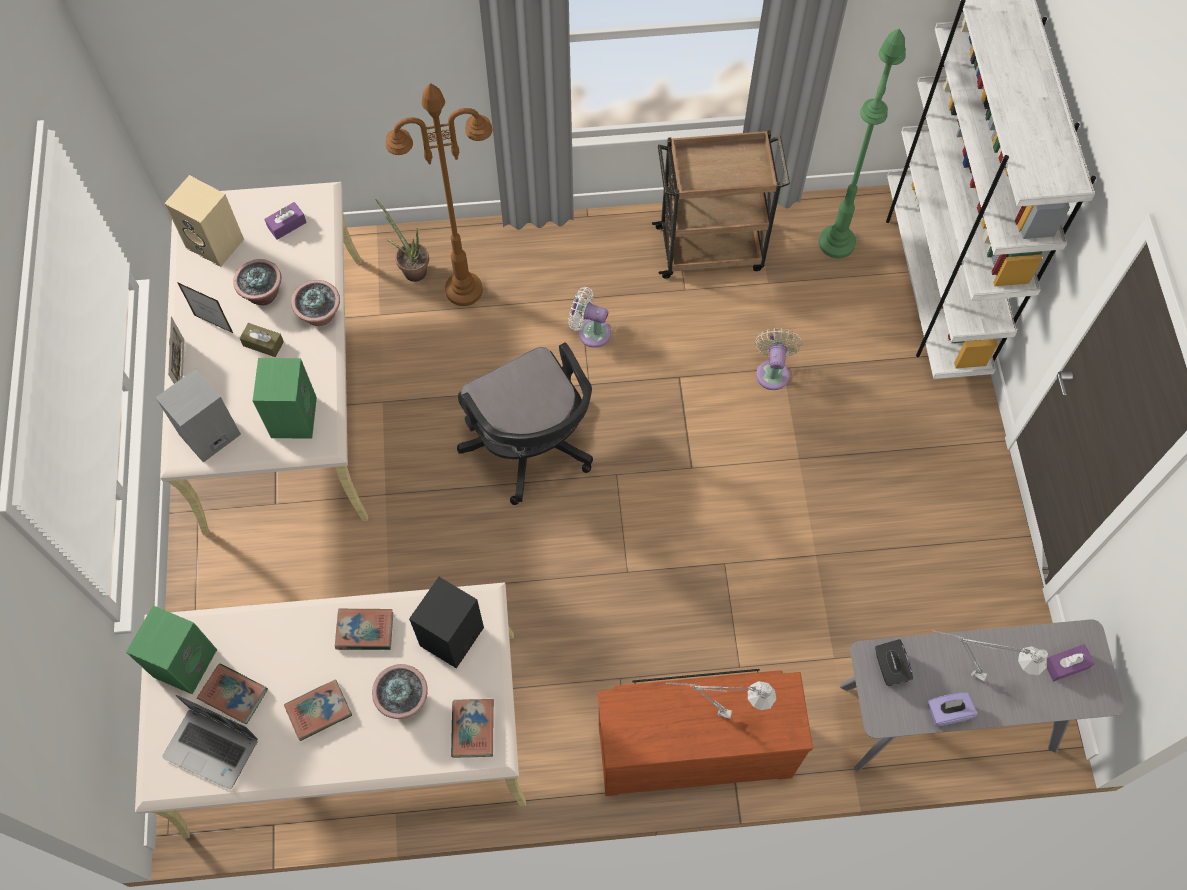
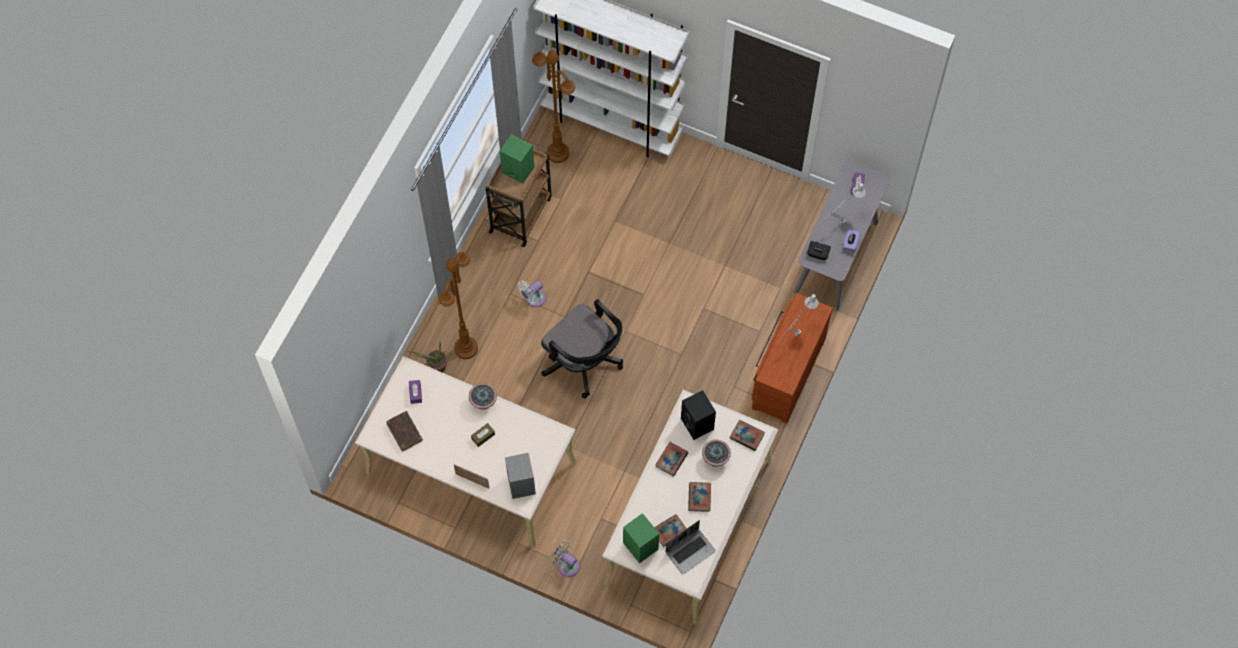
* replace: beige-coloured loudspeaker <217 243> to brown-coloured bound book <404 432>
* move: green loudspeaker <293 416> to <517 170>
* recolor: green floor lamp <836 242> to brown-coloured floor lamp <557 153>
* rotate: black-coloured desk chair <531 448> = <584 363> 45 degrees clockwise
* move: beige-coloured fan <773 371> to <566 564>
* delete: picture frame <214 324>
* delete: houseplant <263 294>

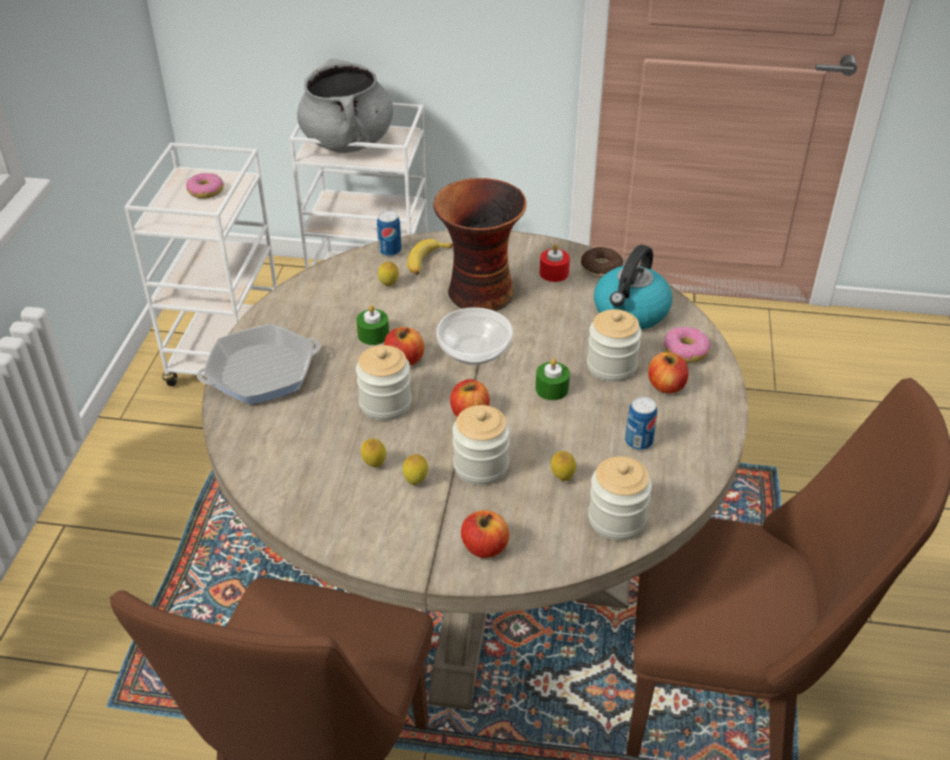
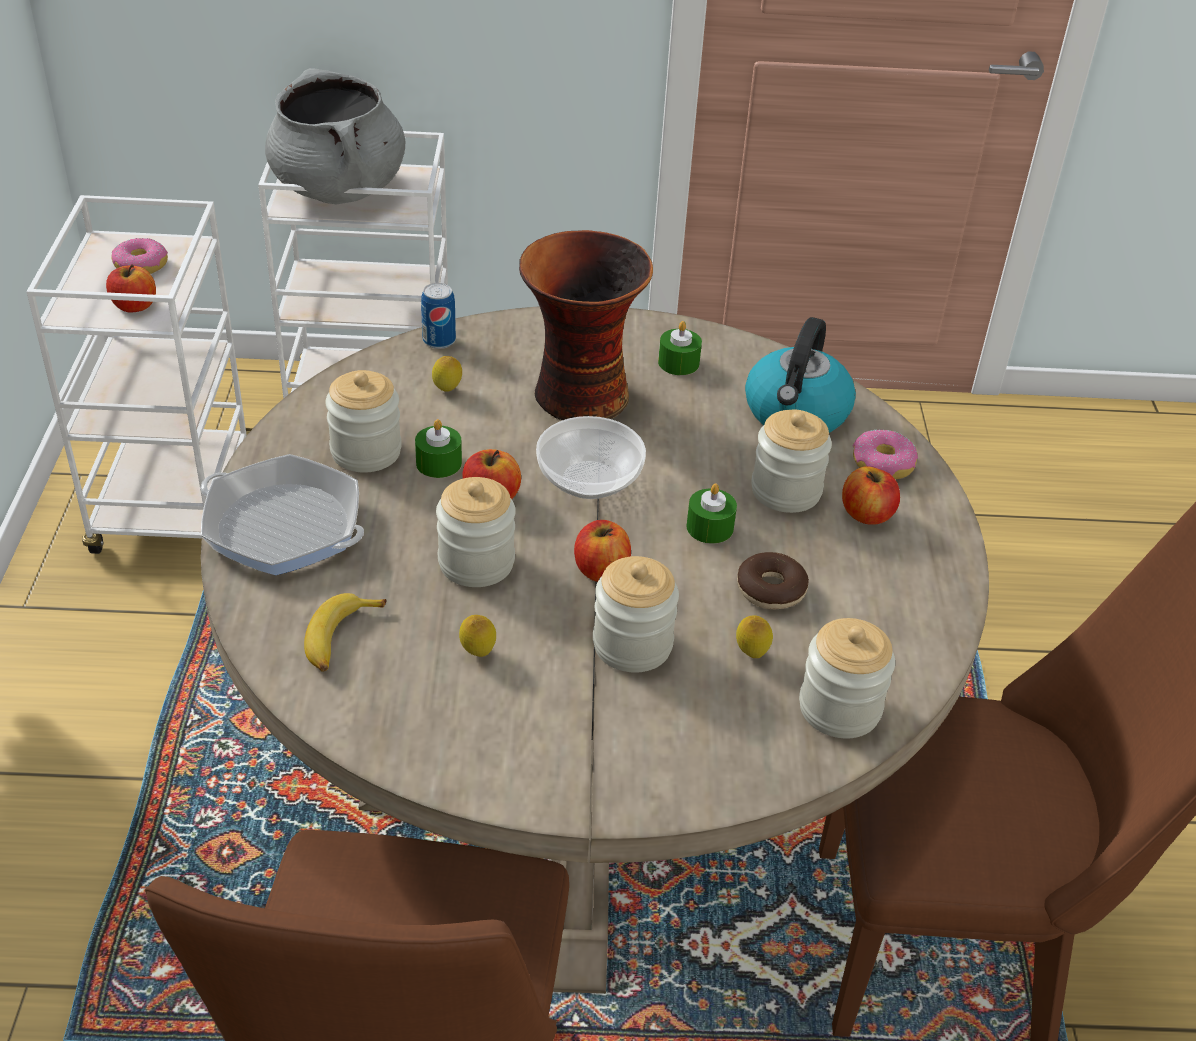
* move: apple <484 547> to <134 306>
* rotate: frying pan <261 372> = <283 526> 120 degrees counterclockwise
* move: banana <426 262> to <340 639>
* insert: preserve jar <366 451>
* recolor: red wax candle <554 273> to green wax candle <678 363>
* move: ring doughnut <601 268> to <770 589>
* delete: lemon <416 481>
* delete: metal can <638 442>

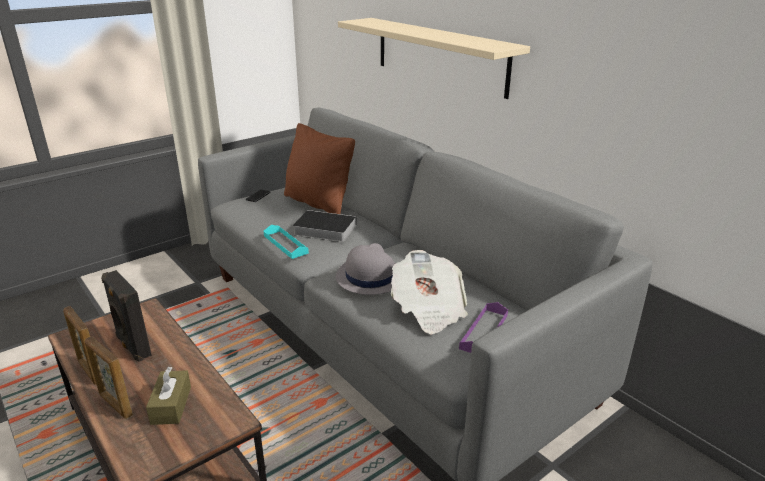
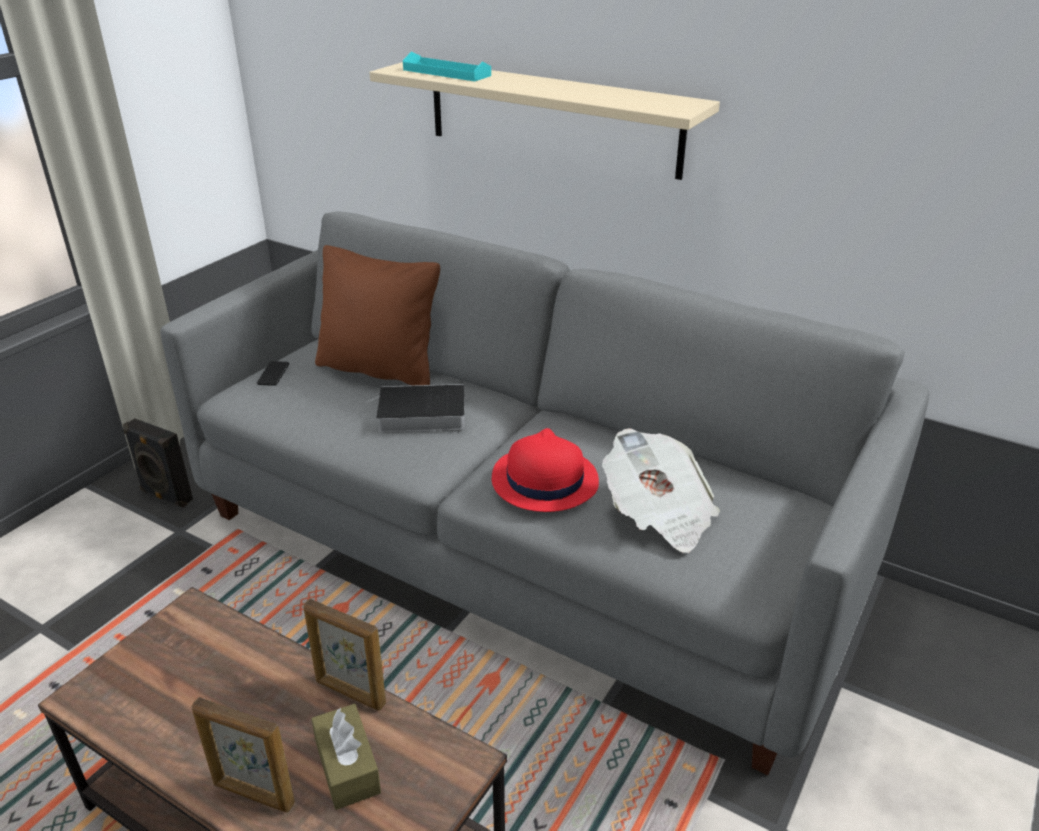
* move: black-coloured loudspeaker <132 347> to <165 496>
* move: picture frame <90 372> to <350 693>
* move: blue-green tray <285 244> to <446 73>
* recolor: gray wearable hat <370 277> to red wearable hat <544 480>
* delete: purple tray <484 331>

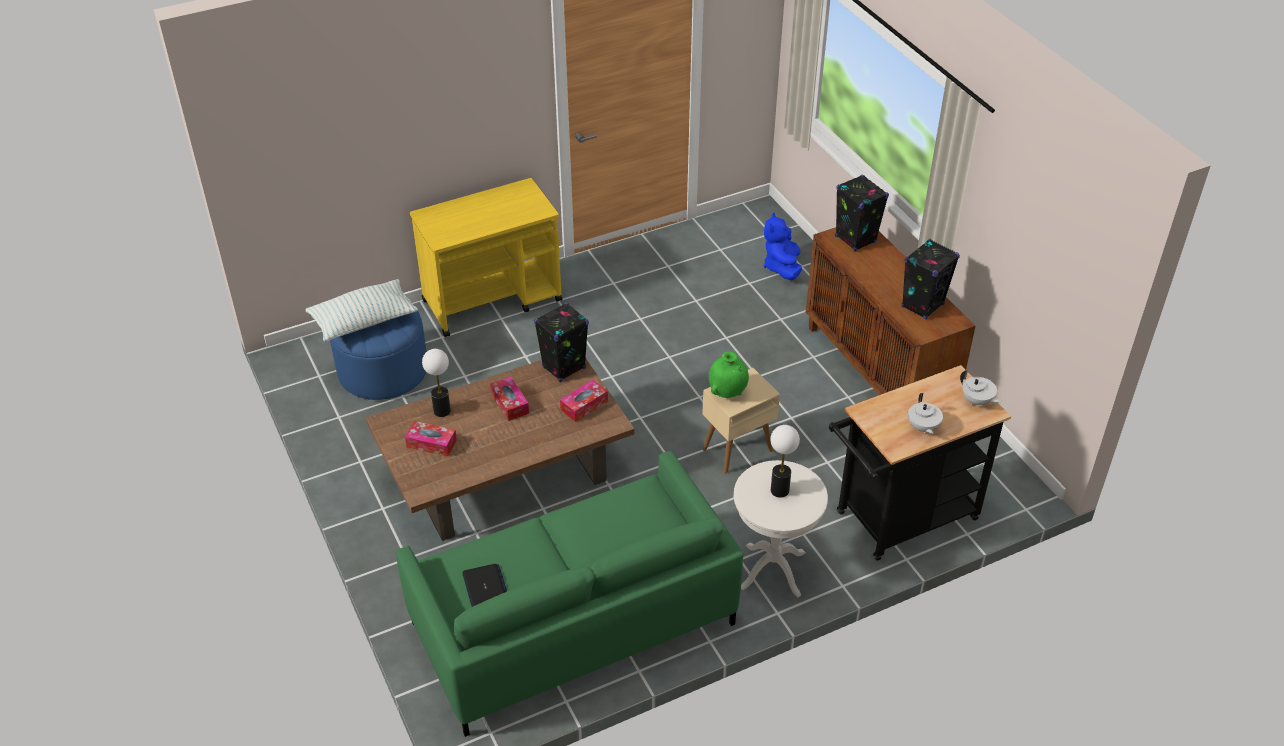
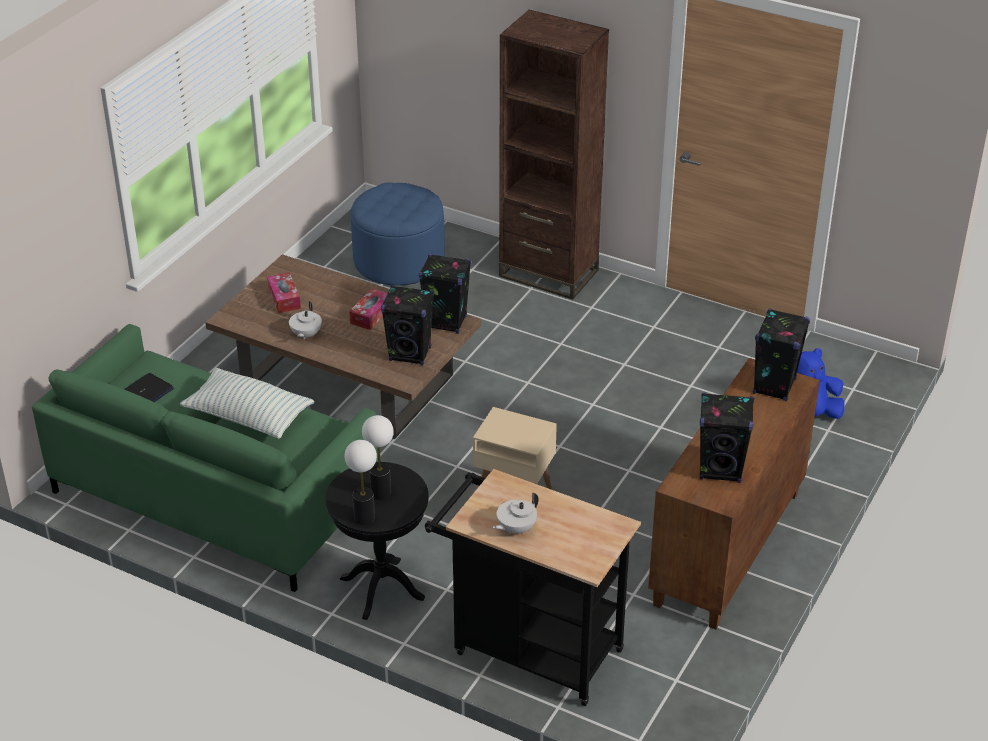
* move: throw pillow <363 321> to <248 416>
* move: whitish teapot <977 401> to <305 335>
* recolor: whitish side table <772 570> to black-coloured side table <381 588>
* move: table lamp <441 411> to <364 517>
* replace: tissue holder <584 405> to black-coloured loudspeaker <410 354>
* replace: yellowish cart <493 300> to brown-coloured shelving unit <548 273>
* delete: green vase <727 392>

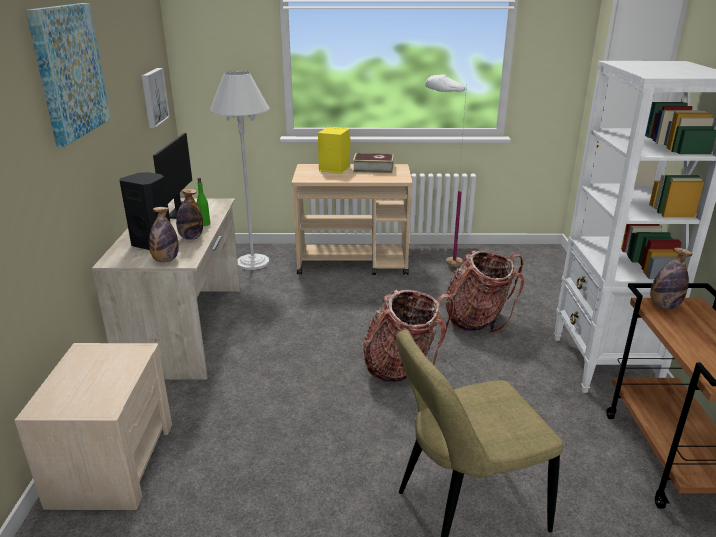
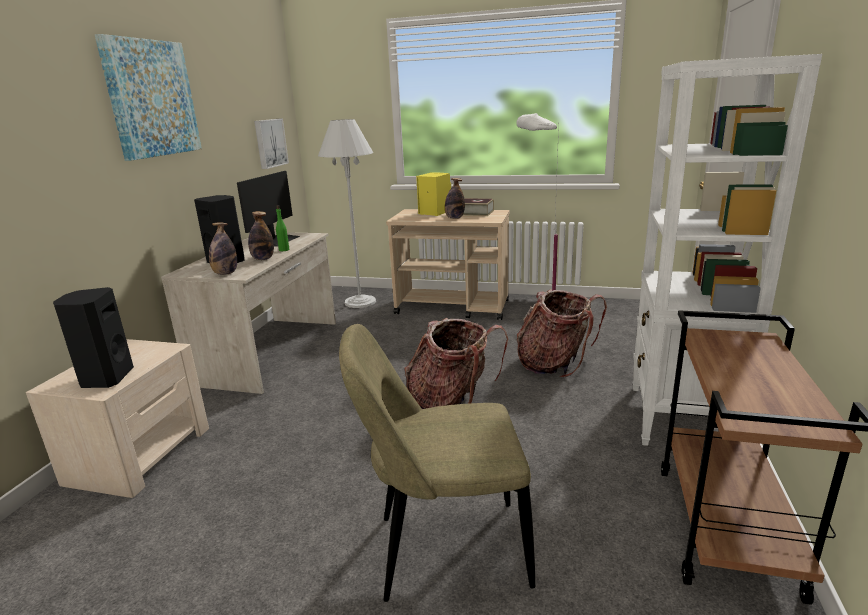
* insert: black-coloured loudspeaker <105 378>
* move: bottle <664 306> to <454 218>

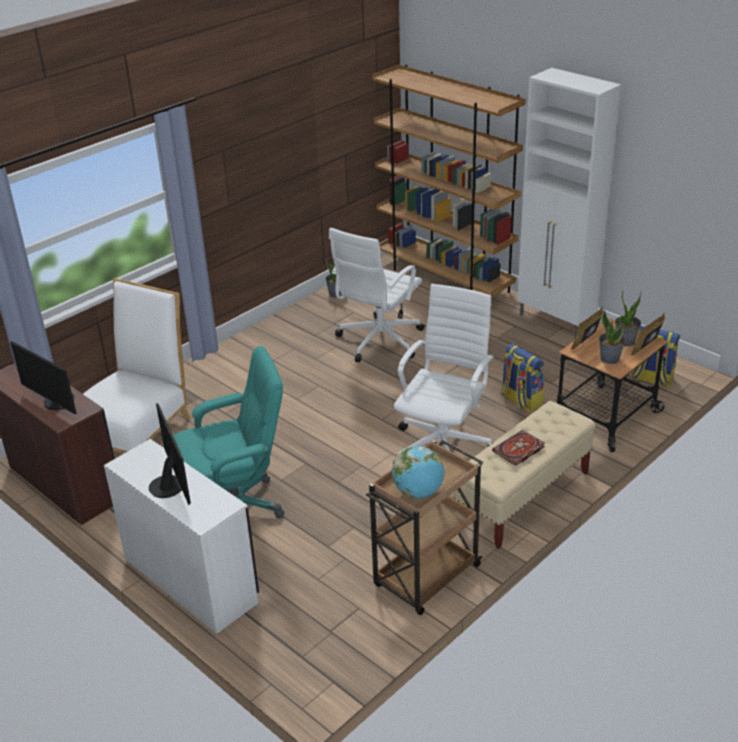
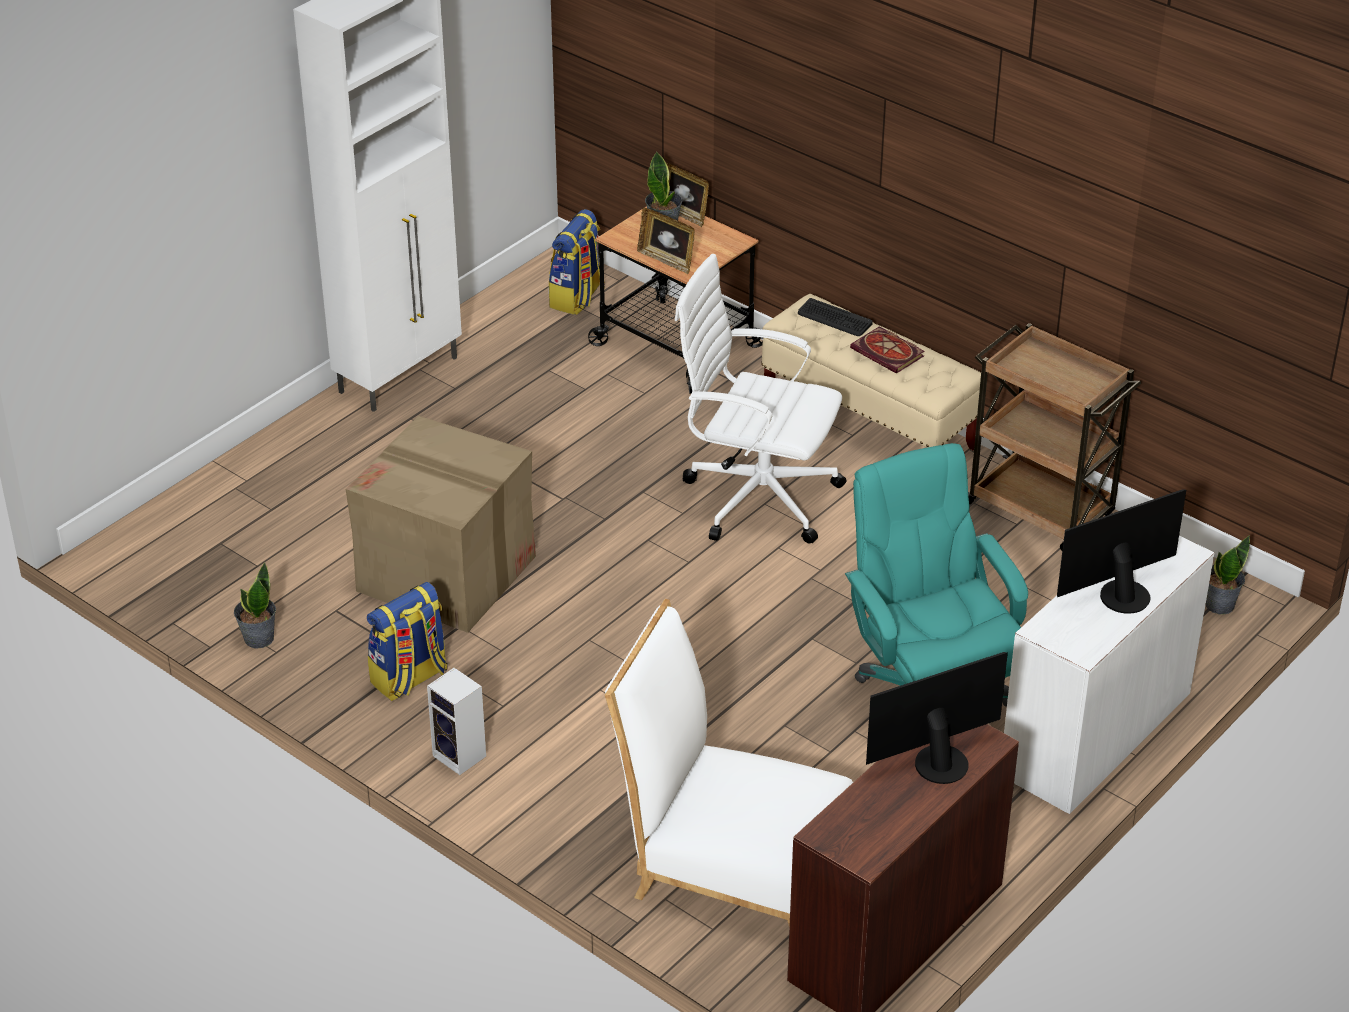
* replace: whitish desk chair <378 341> to carton <448 574>
* move: rucksack <520 400> to <409 678>
* insert: loudspeaker <461 756>
* insert: PC keyboard <834 319>
* rotate: monitor <56 403> = <937 761> 150 degrees counterclockwise
* move: houseplant <609 358> to <1219 604>
* delete: brown-coloured shelving unit <445 278>
* delete: desk globe <418 492>

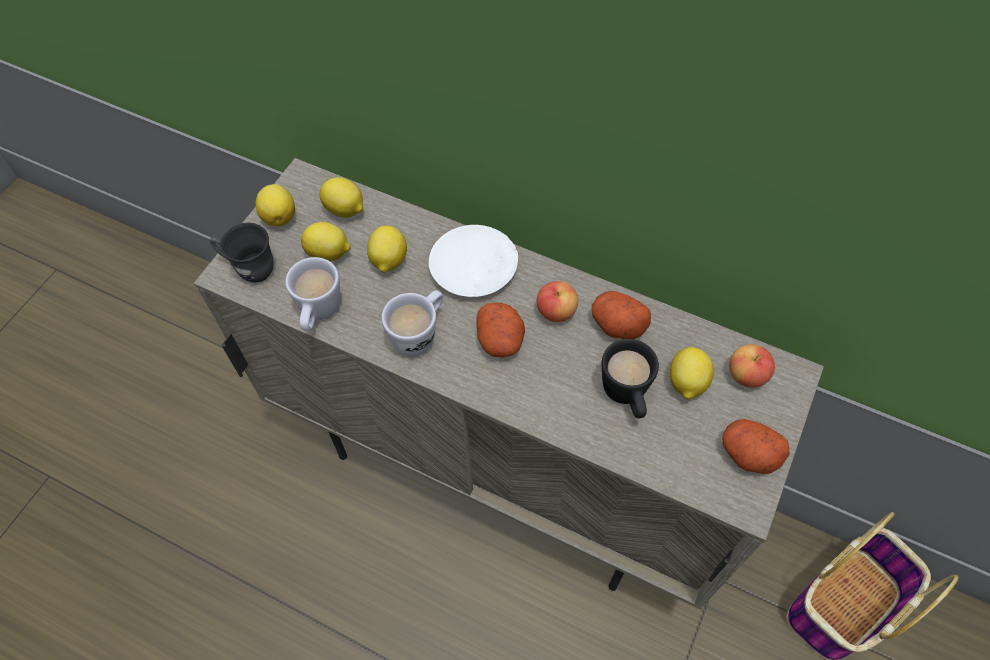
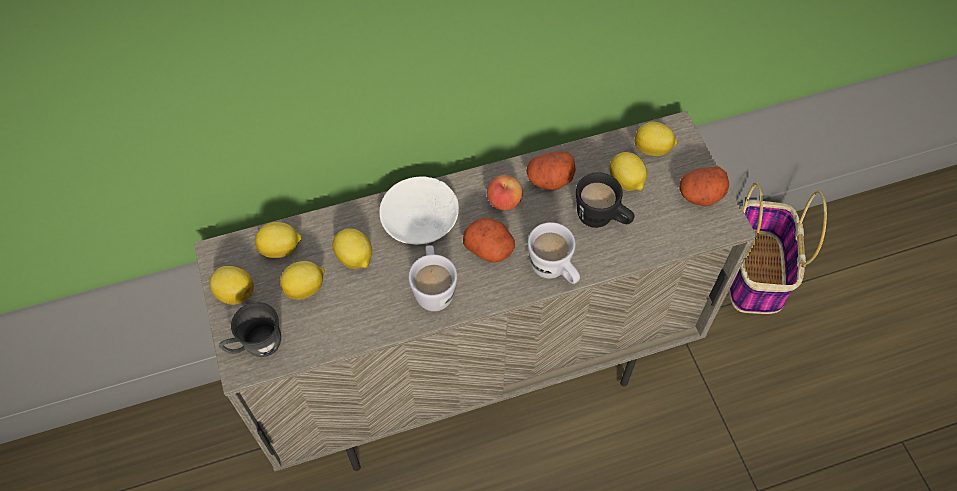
* move: whitish tea mug <319 314> to <554 271>
* replace: apple <746 375> to lemon <653 149>

